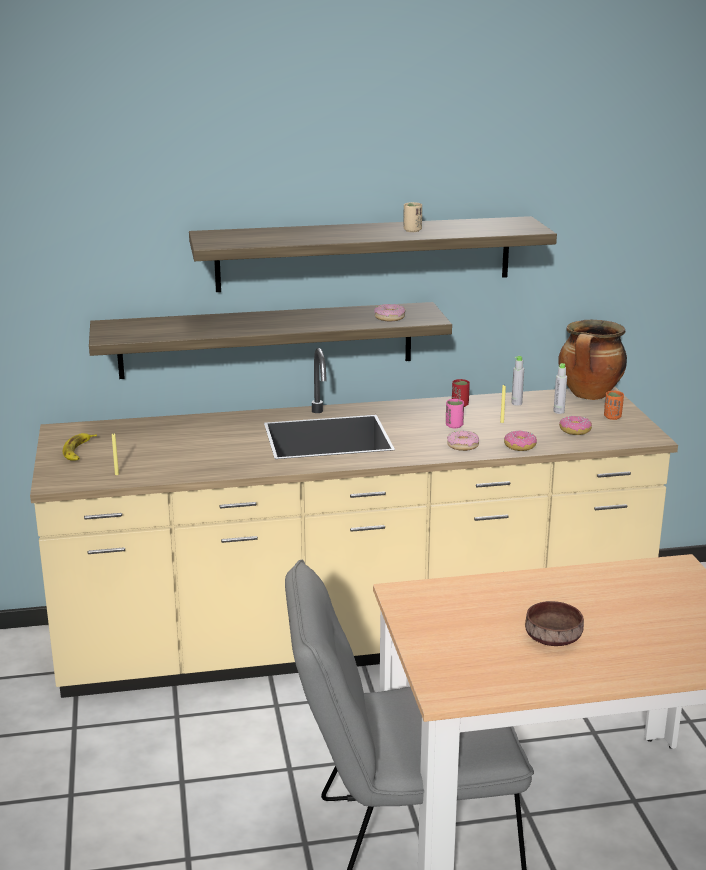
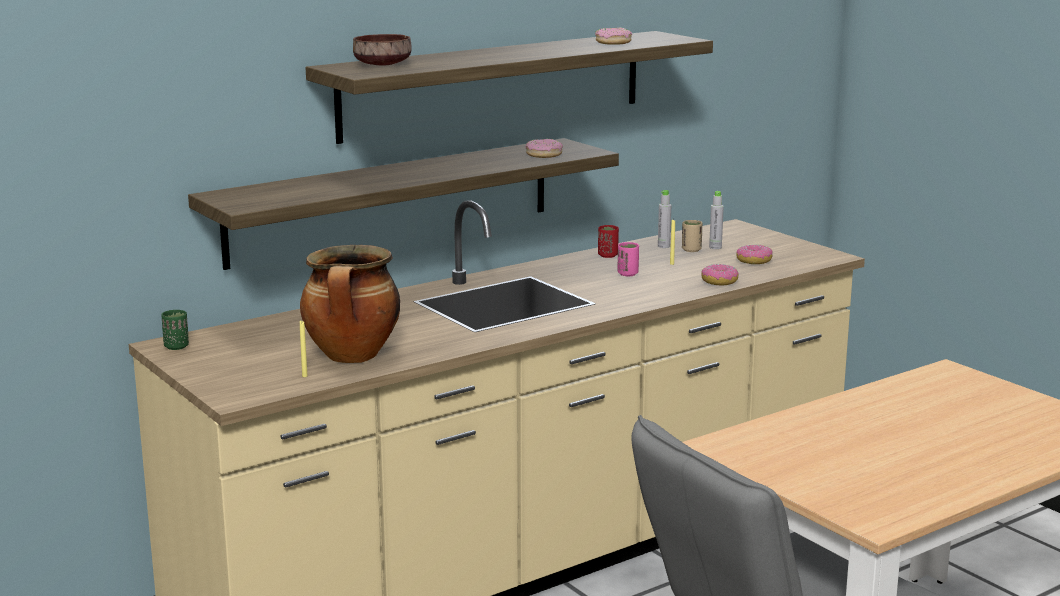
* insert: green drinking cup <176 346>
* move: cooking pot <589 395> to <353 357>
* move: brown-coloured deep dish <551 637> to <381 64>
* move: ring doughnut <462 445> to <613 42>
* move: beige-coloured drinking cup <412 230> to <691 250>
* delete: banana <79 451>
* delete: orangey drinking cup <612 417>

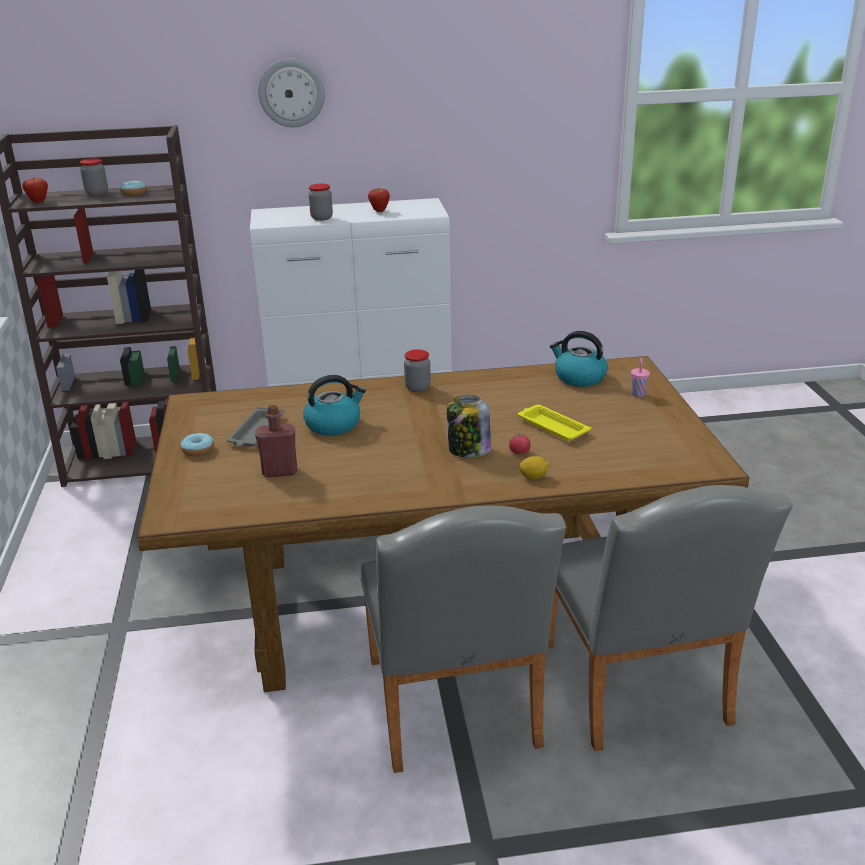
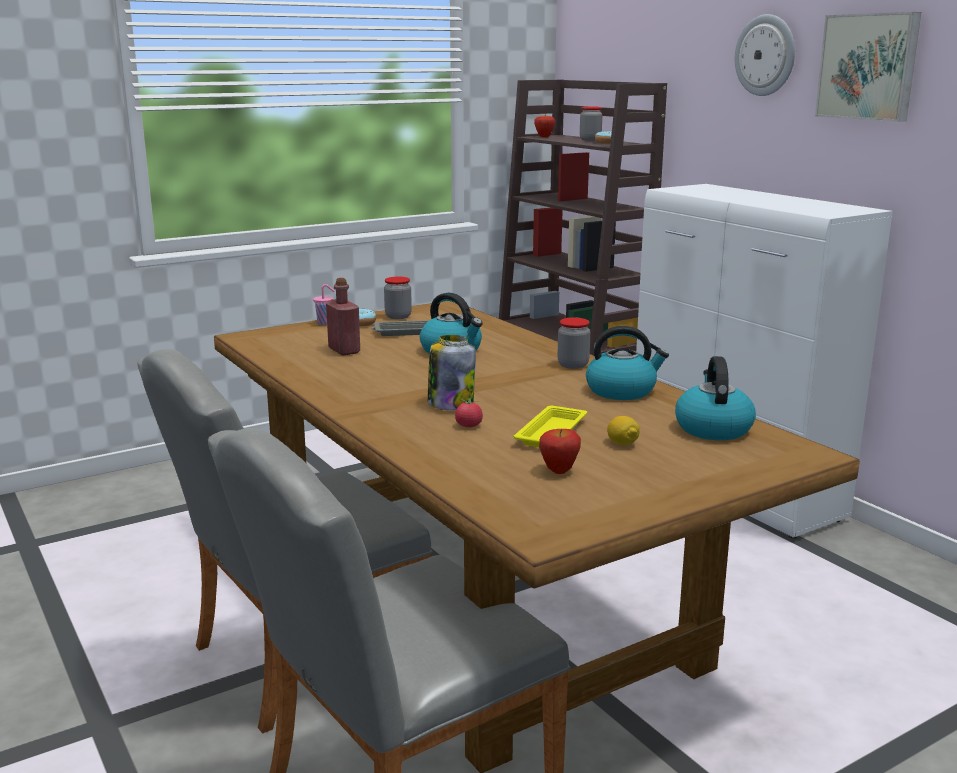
* move: pink drinking cup <638 394> to <325 323>
* move: preserve jar <321 218> to <398 316>
* move: apple <379 211> to <559 471>
* insert: kettle <622 391>
* move: lemon <533 477> to <622 443>
* insert: wall picture <869 67>

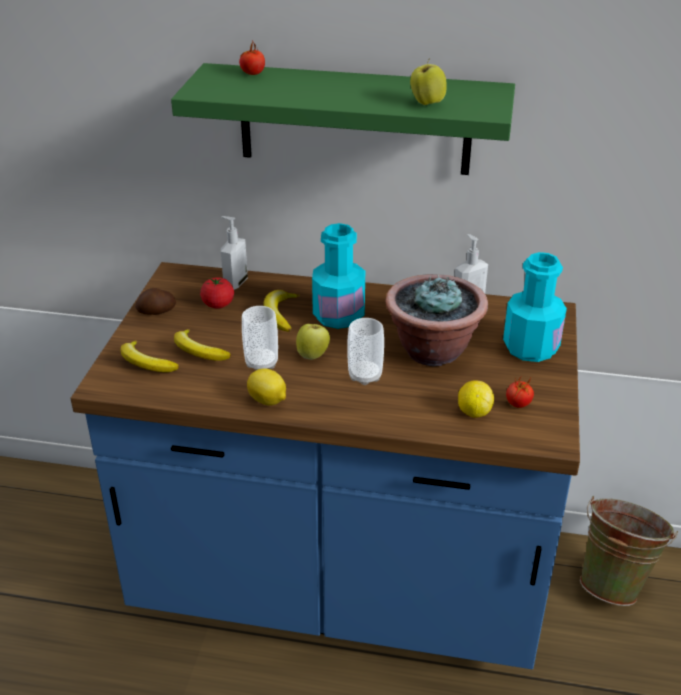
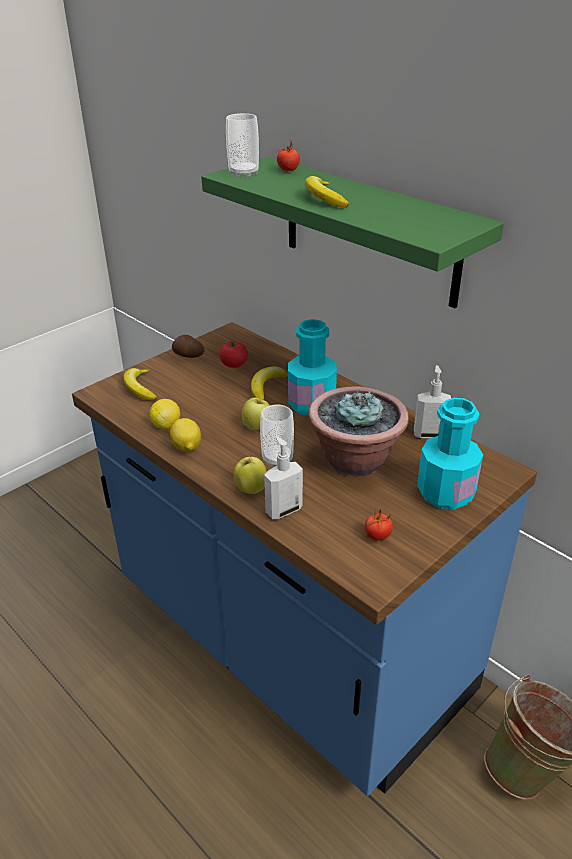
* move: lemon <474 412> to <166 425>
* move: drinking cup <261 363> to <243 173>
* move: apple <426 104> to <250 489>
* move: soap dispenser <235 283> to <283 510>
* move: banana <198 352> to <324 198>

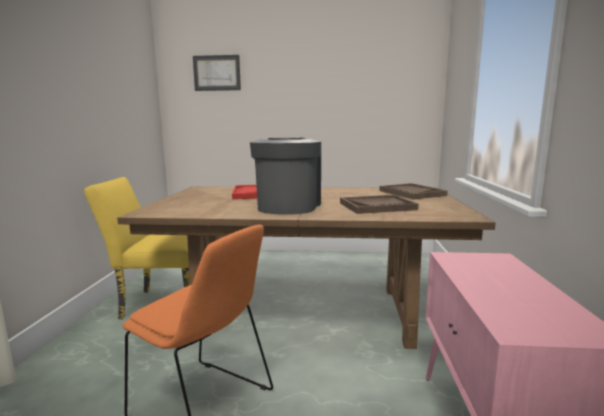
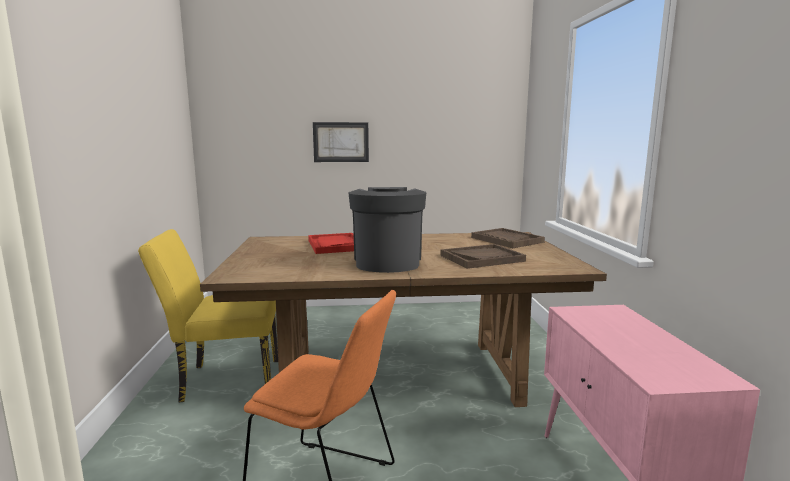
* move: wall picture <217 73> to <341 142>

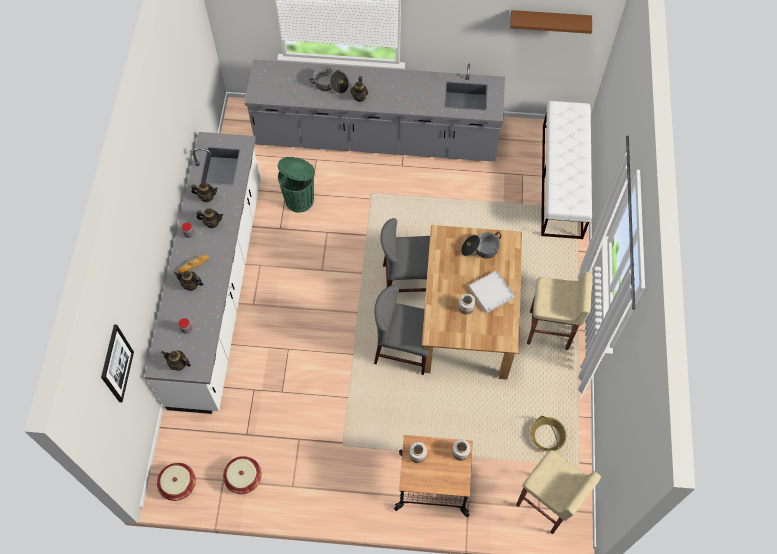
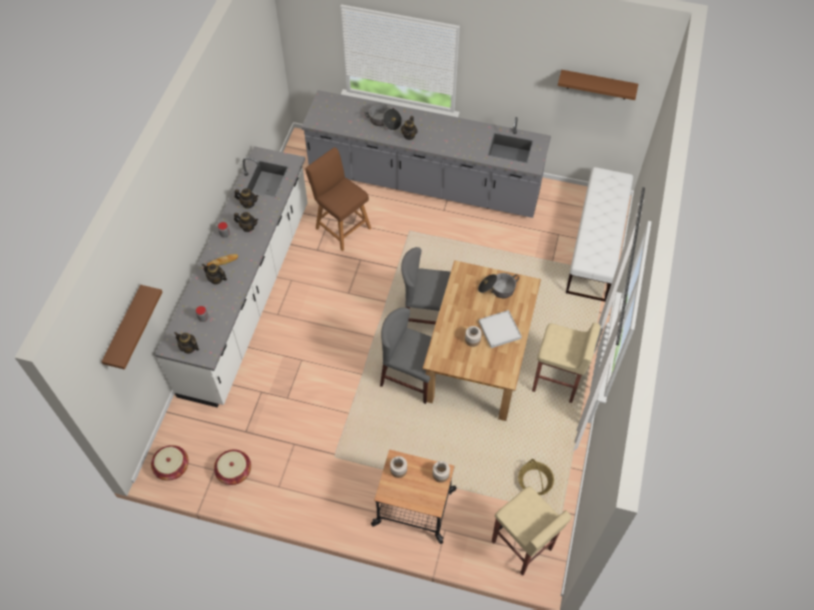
* replace: wall picture <116 364> to brown-coloured wall shelf <124 329>
* replace: green trash can <300 199> to brown-coloured stool seat <341 227>

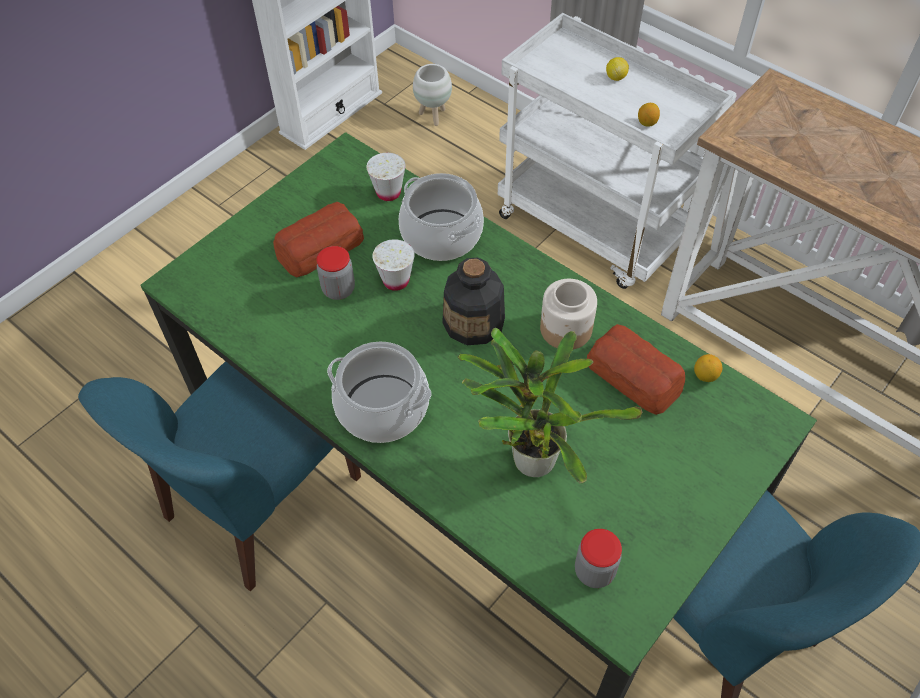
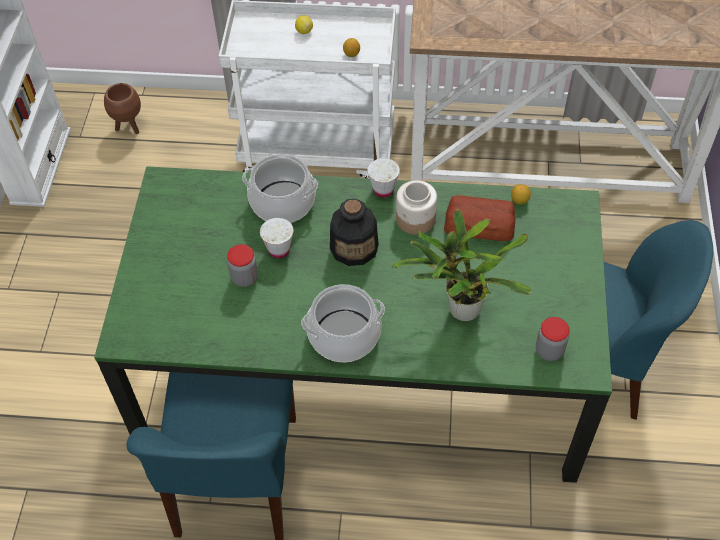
* recolor: whitish flower pot <433 116> to brown-coloured flower pot <129 127>
* move: whitish drinking cup <388 193> to <383 190>
* delete: bread <319 248>

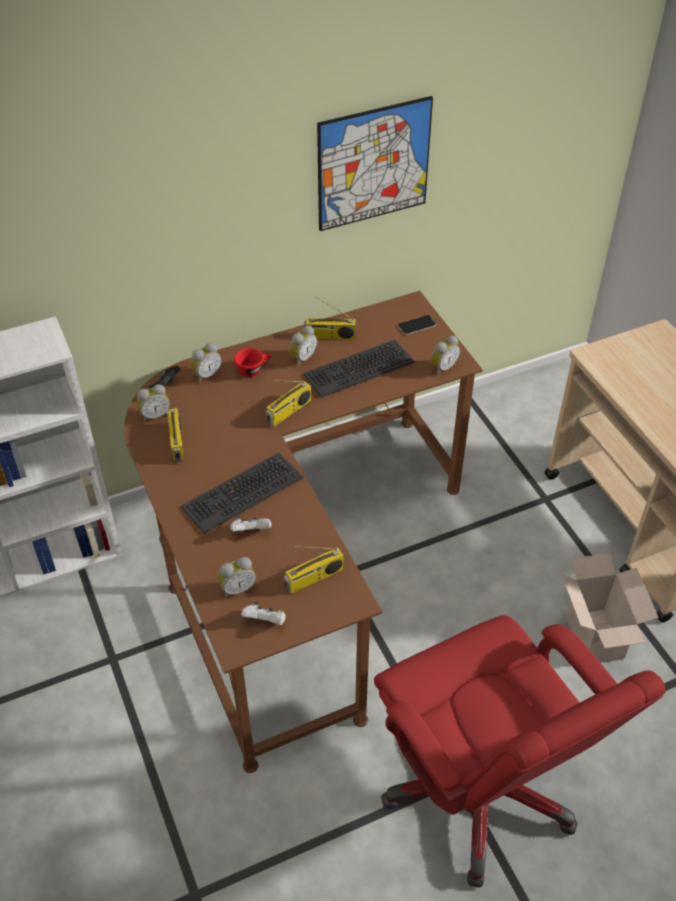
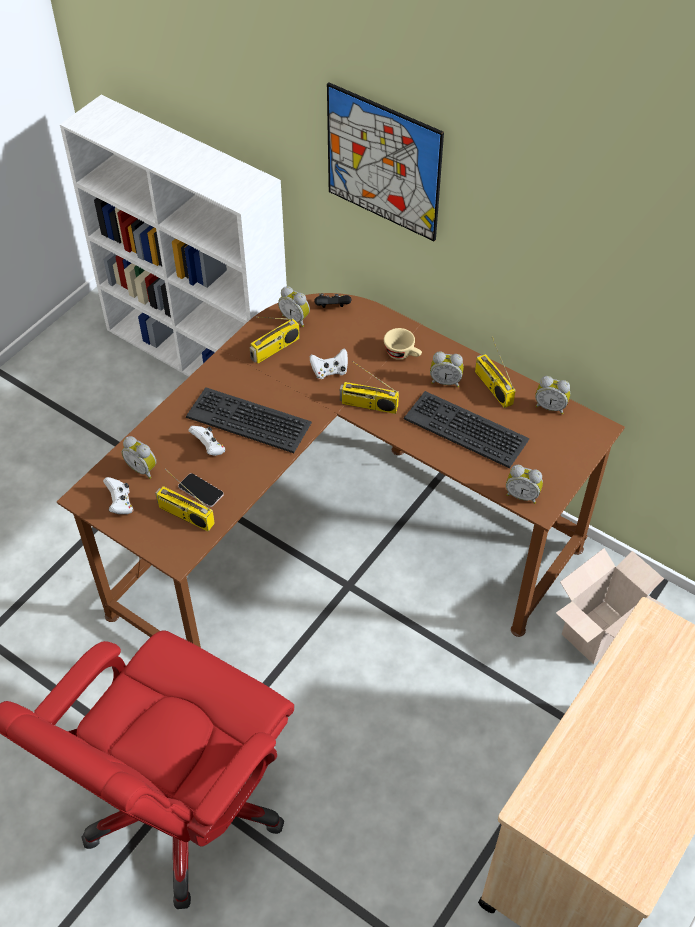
* move: telephone <416 325> to <201 490>
* insert: whitish joypad <330 371>
* move: wall picture <373 164> to <383 162>
* recolor: red drinking cup <253 369> to beige-coloured drinking cup <403 354>
* move: alarm clock <206 375> to <550 406>
* move: carton <596 638> to <598 634>

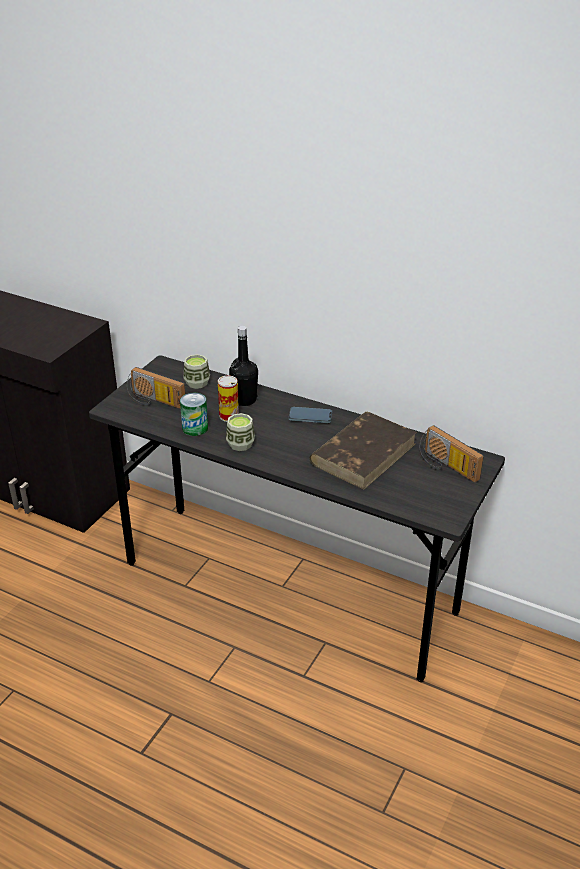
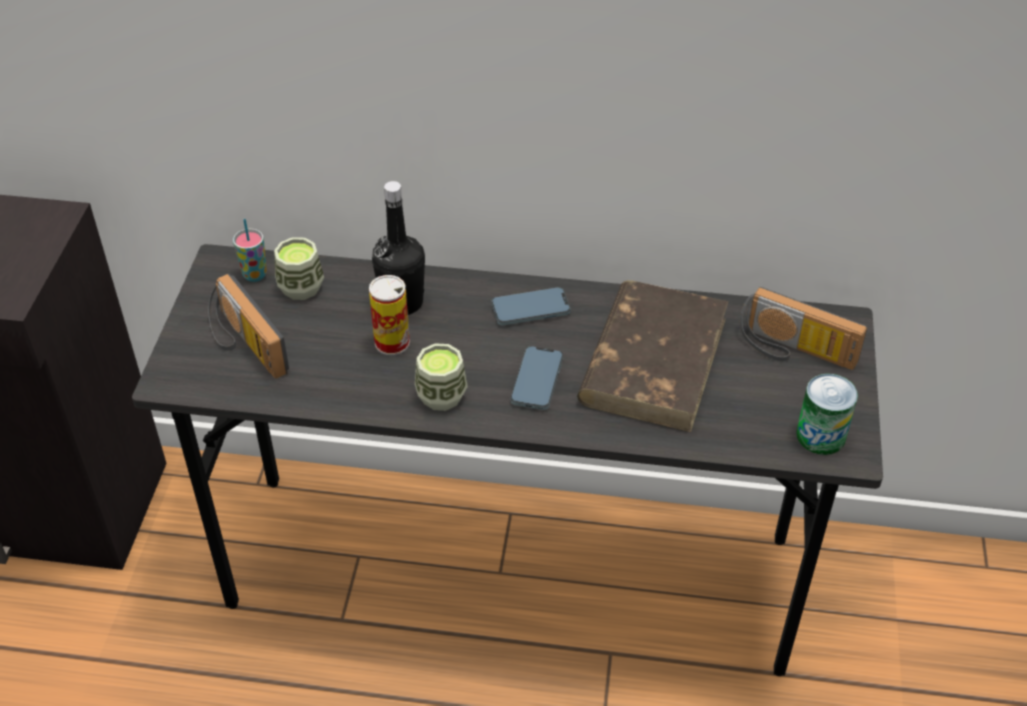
* rotate: radio receiver <154 401> = <243 345> 45 degrees clockwise
* insert: drinking cup <255 275>
* insert: telephone <537 381>
* move: metal can <195 428> to <820 436>

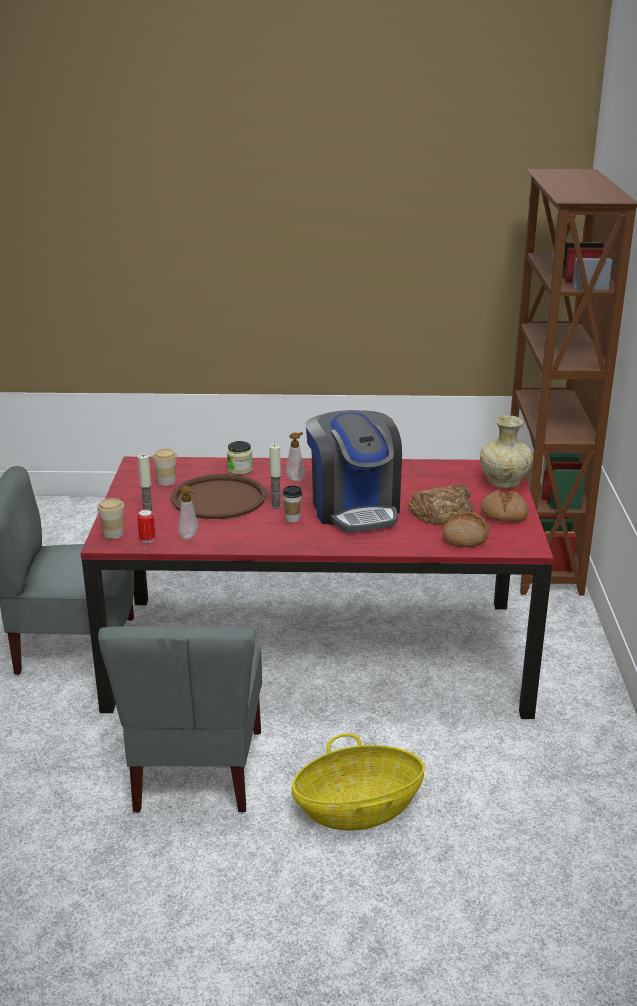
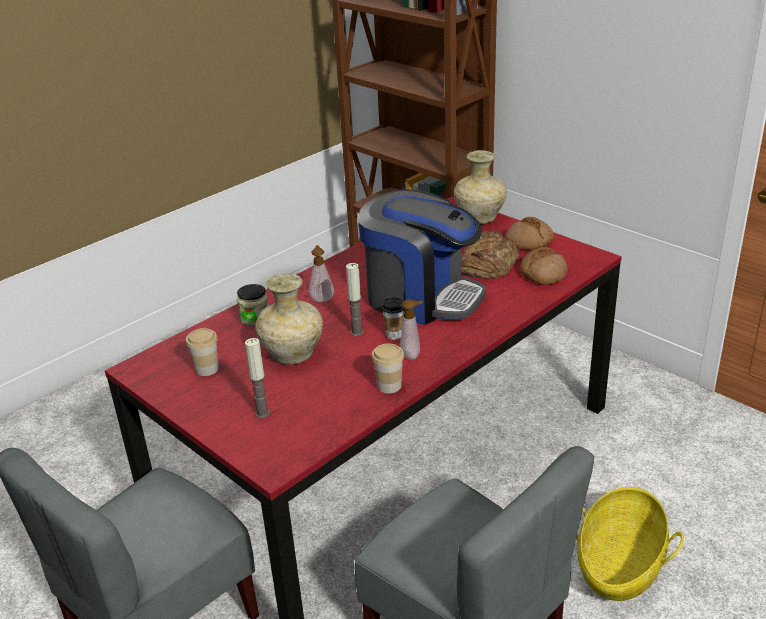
* replace: brown-coloured tray <218 498> to beige-coloured vase <292 355>
* move: drinking cup <113 534> to <389 386>
* move: soap dispenser <190 536> to <412 355>
* delete: metal can <147 539>

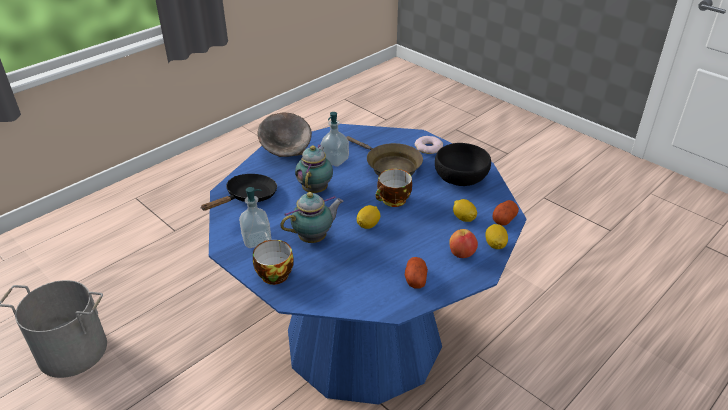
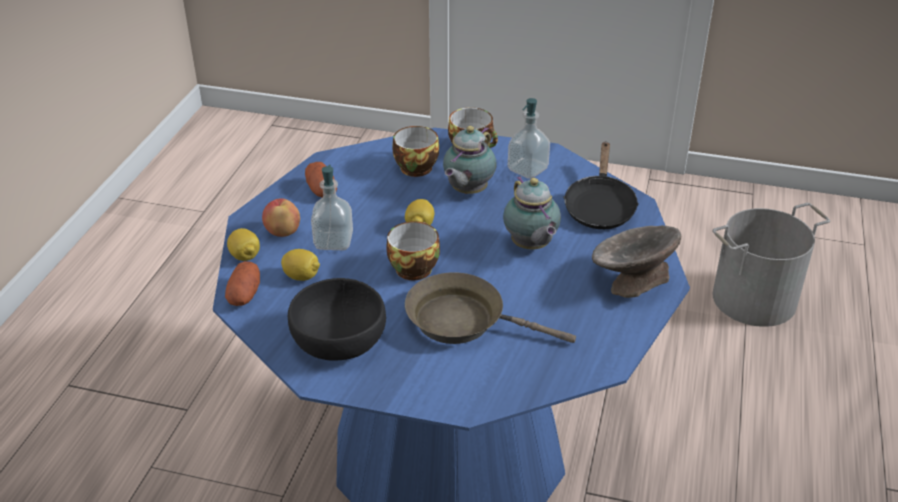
* move: soap dispenser <335 160> to <333 241>
* insert: drinking cup <414 167>
* delete: ring doughnut <428 148>

